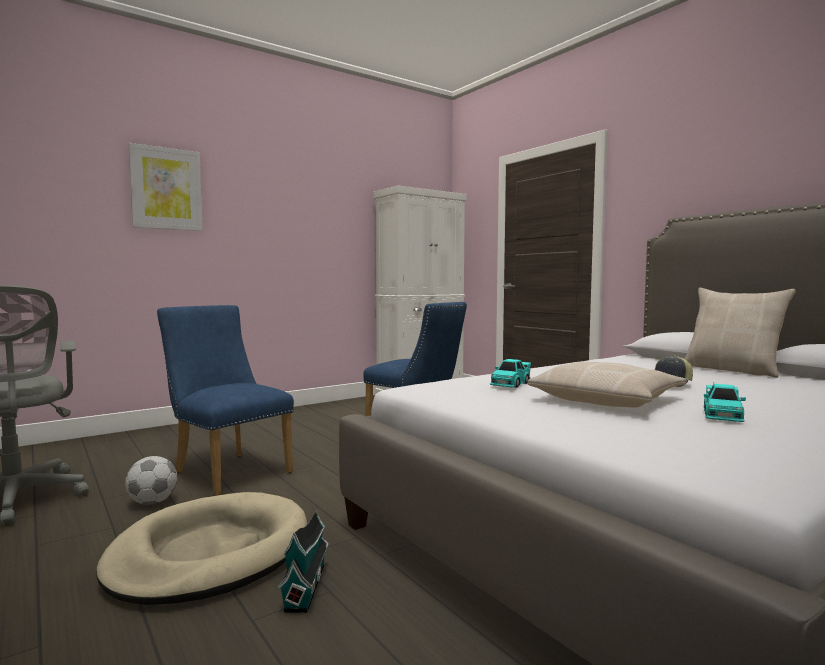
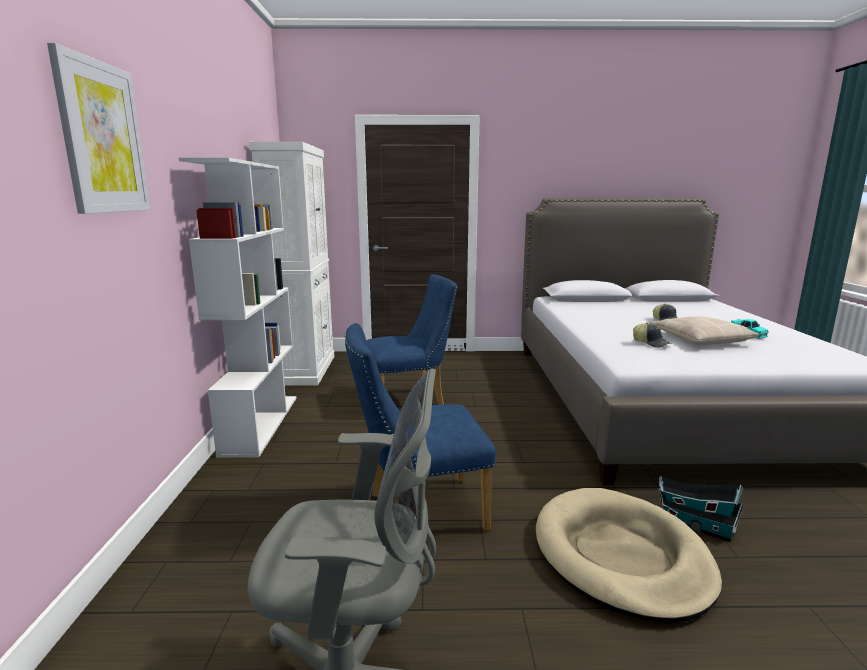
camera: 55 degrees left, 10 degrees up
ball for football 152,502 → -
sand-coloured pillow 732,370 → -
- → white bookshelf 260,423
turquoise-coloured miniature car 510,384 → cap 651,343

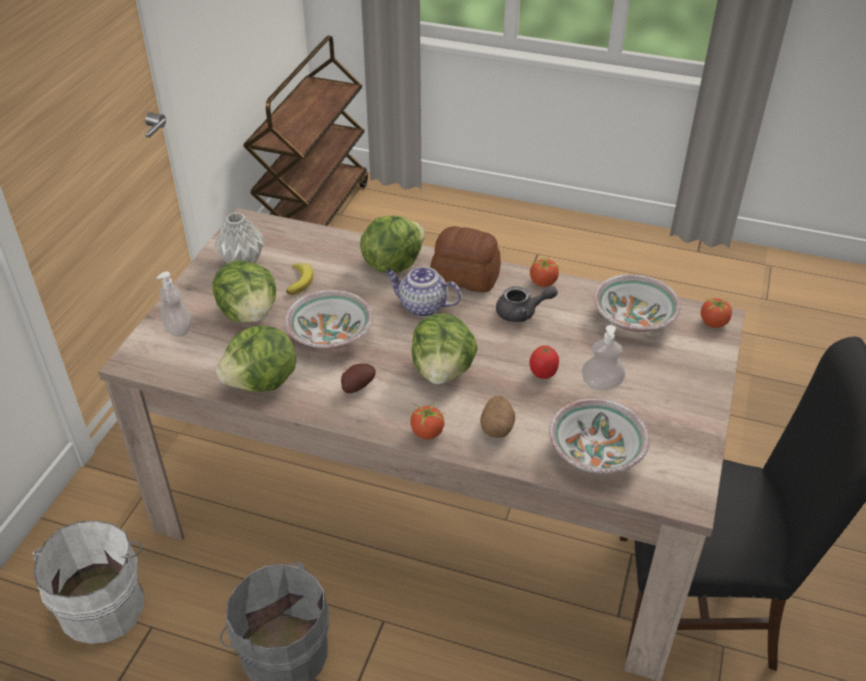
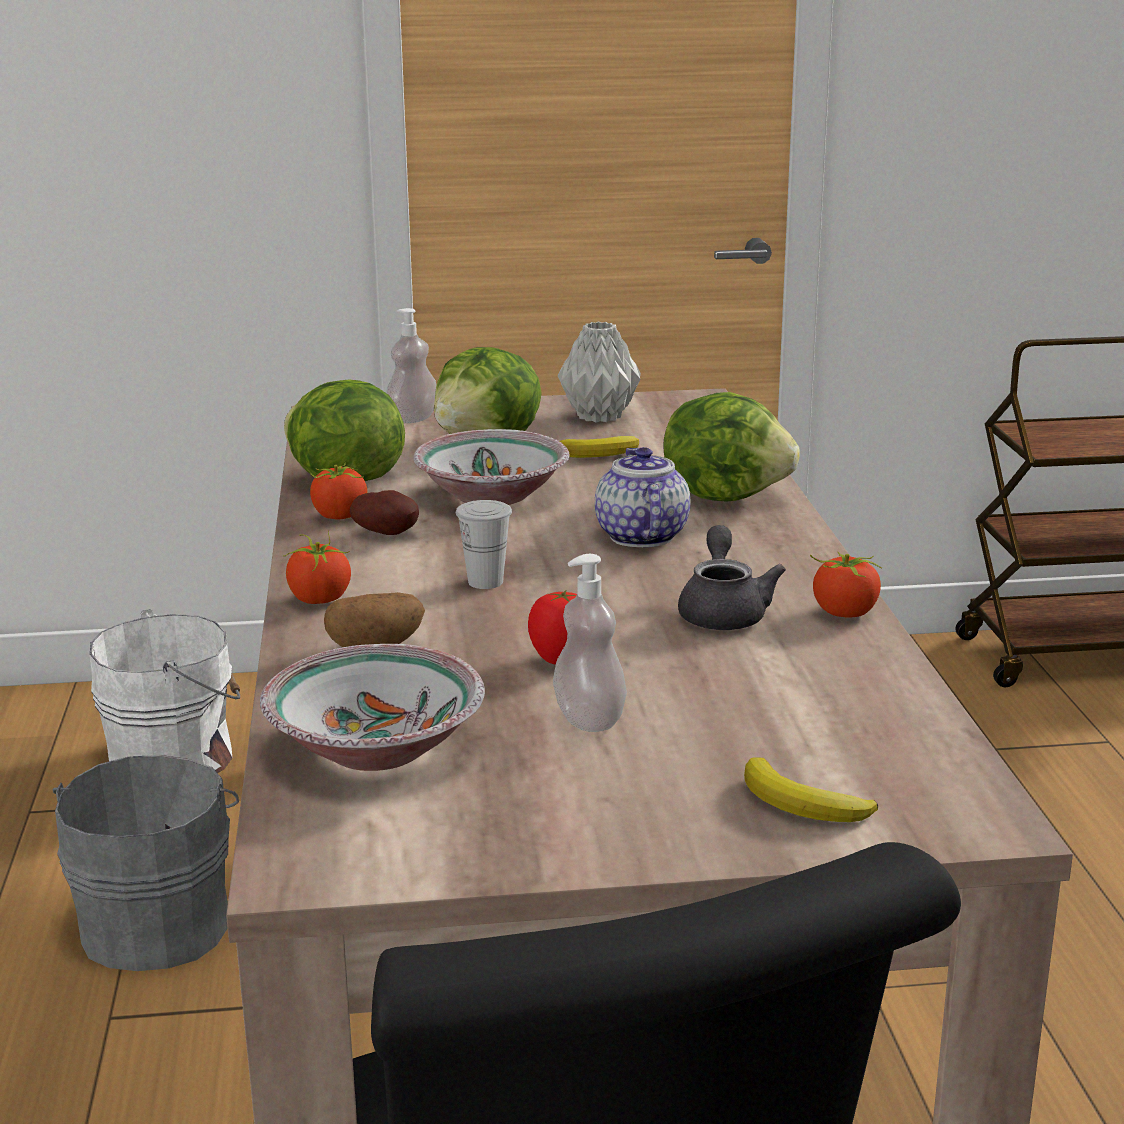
camera: 65 degrees right, 20 degrees down
baked bread 465,275 → -
bowl 634,319 → -
- → banana 803,804
whole tomato 713,323 → whole tomato 340,516, shifted
head of lettuce 443,371 → white small cup 485,582
greyish tea pot 522,313 → greyish tea pot 723,612, 150 degrees counterclockwise

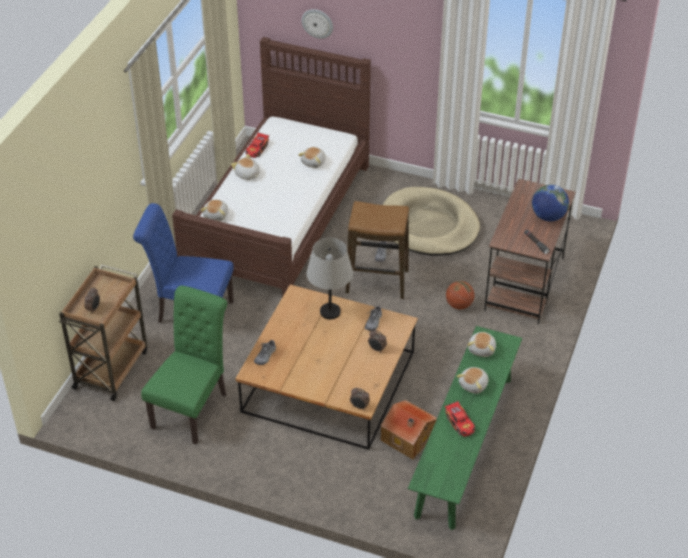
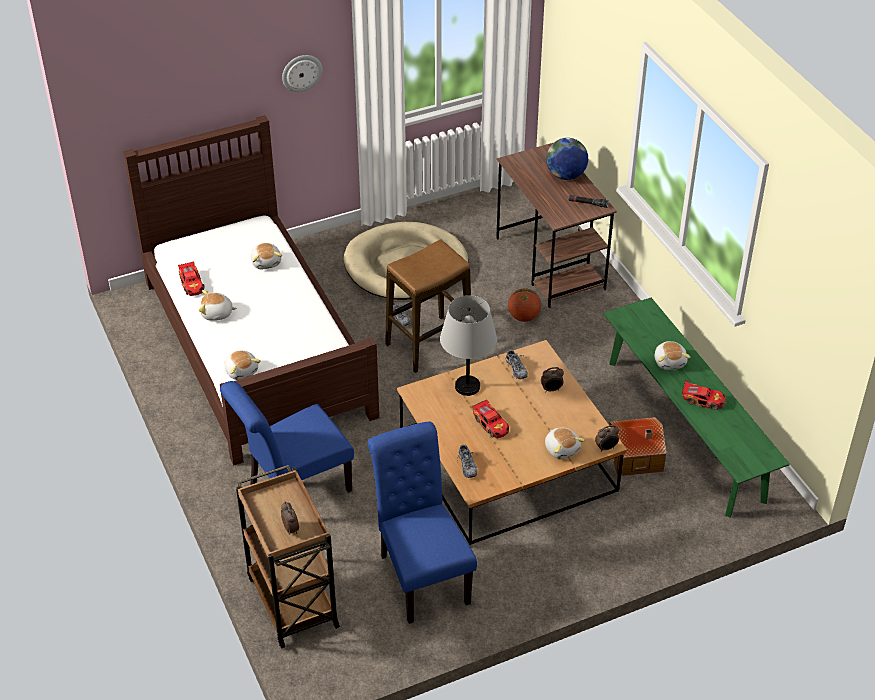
camera: 45 degrees left, 0 degrees up
- → miniature car 491,424
hanging clock 317,23 → hanging clock 301,72, shifted
soft toy 482,349 → soft toy 562,448, shifted
green-coloured plain chair 192,407 → blue-coloured plain chair 421,574

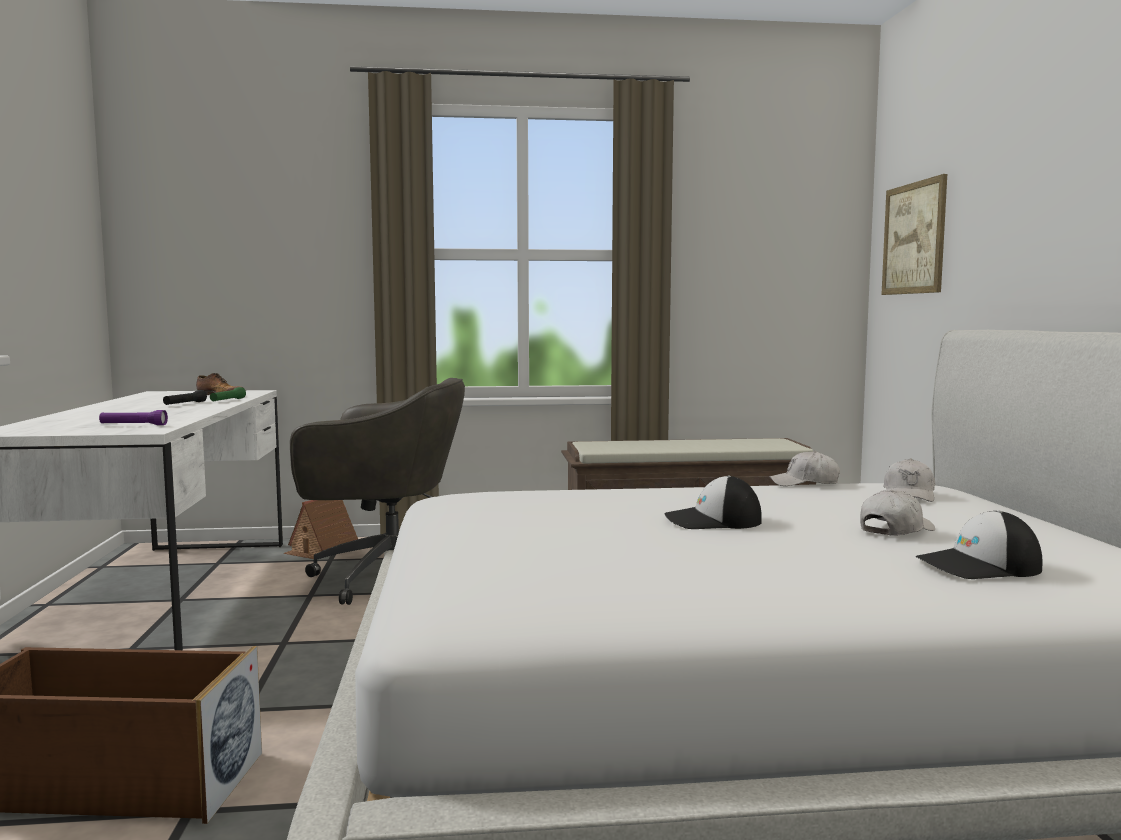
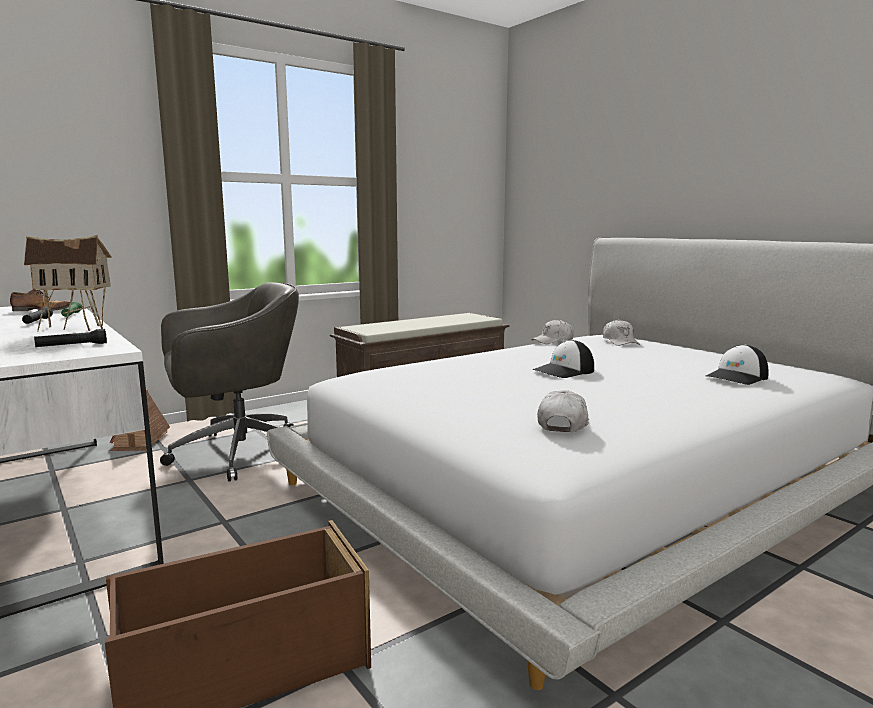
camera: 30 degrees left, 5 degrees up
wall art 914,238 → -
- → miniature house 77,328
white cap 895,530 → white cap 563,424, shifted
purple torch 133,425 → black torch 72,346

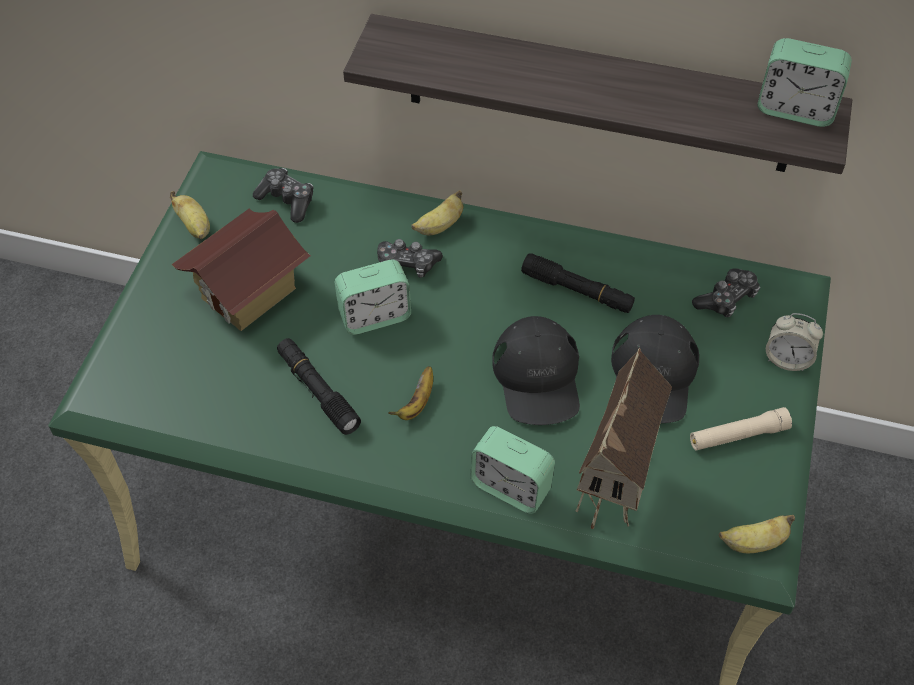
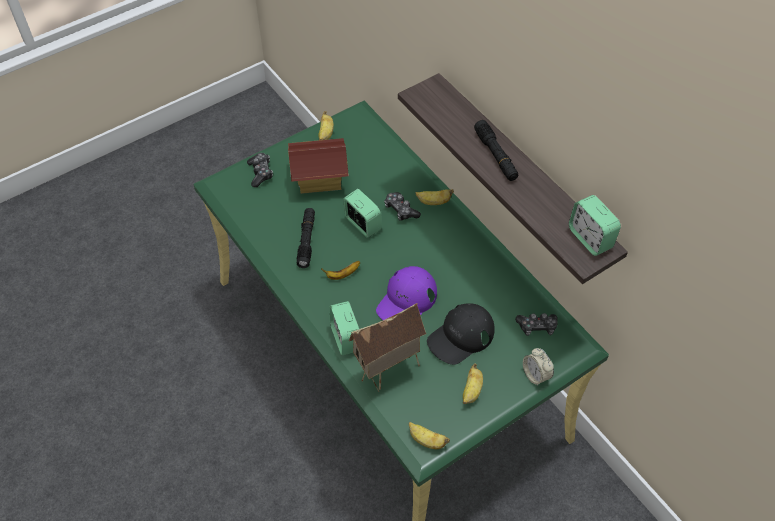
camera: 40 degrees right, 0 degrees up
joypad 287,200 → joypad 260,173, shifted
black torch 577,291 → black torch 495,155, shifted
sand-coloured torch 737,435 → banana 471,391
black cap 537,377 → purple cap 406,300
bedside clock 375,316 → bedside clock 363,224, 150 degrees counterclockwise

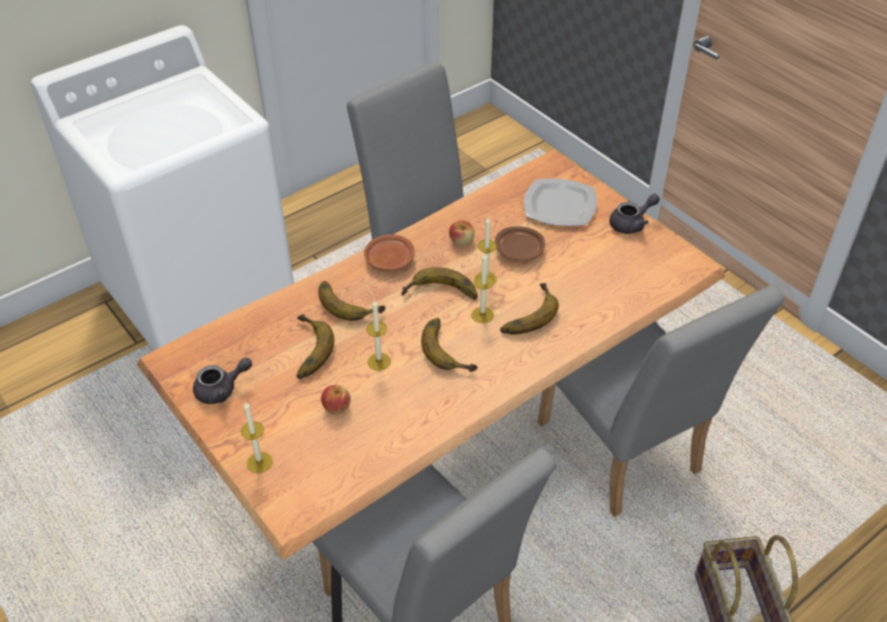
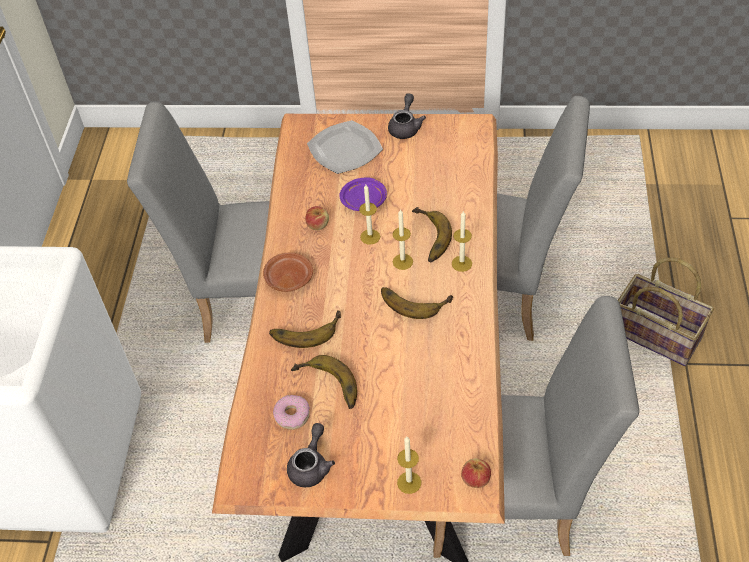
camera: 45 degrees left, 5 degrees up
banana 441,295 → -
- → ring doughnut 292,415
apple fruit 336,407 → apple fruit 475,479, shifted
wax candle 379,361 → wax candle 461,263, shifted
brownish dinner plate 520,251 → purple dinner plate 364,200

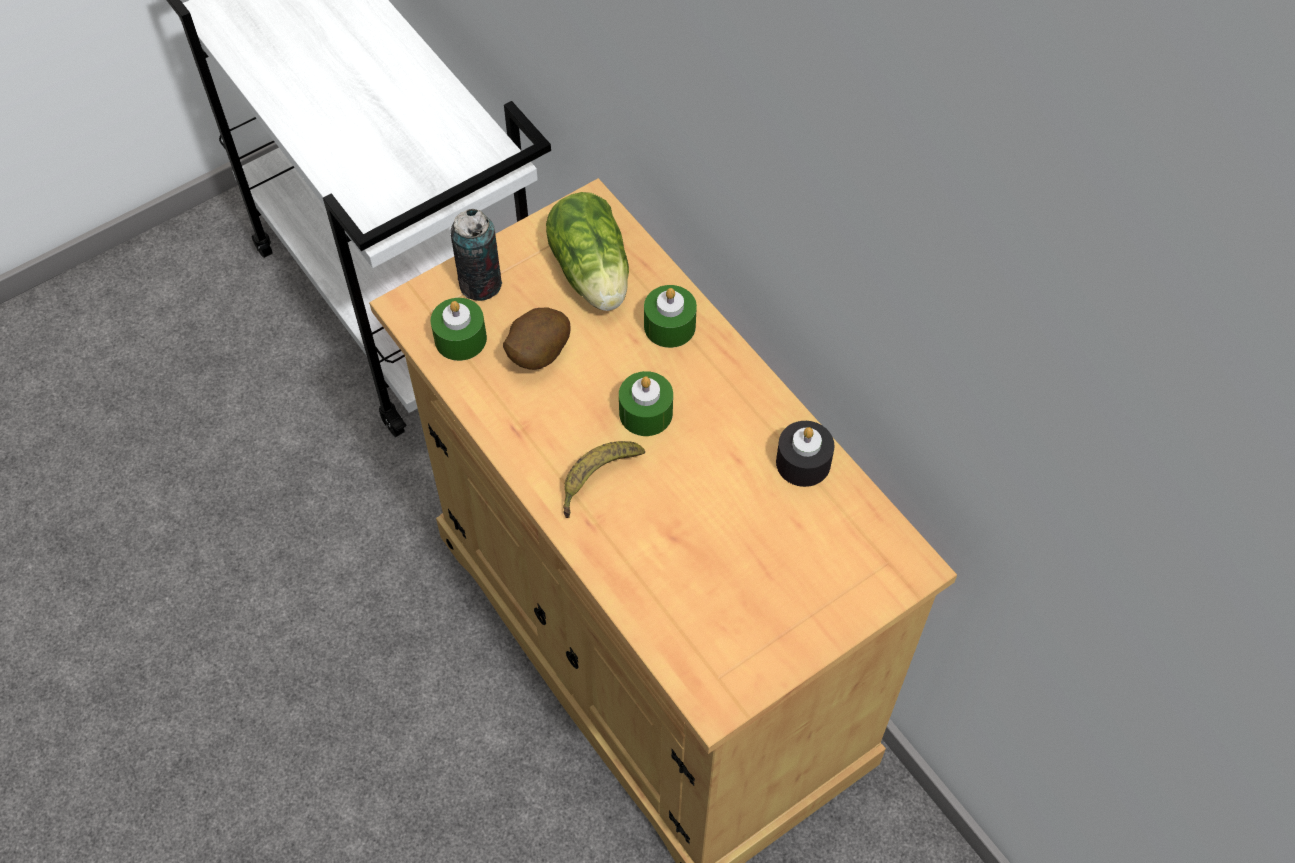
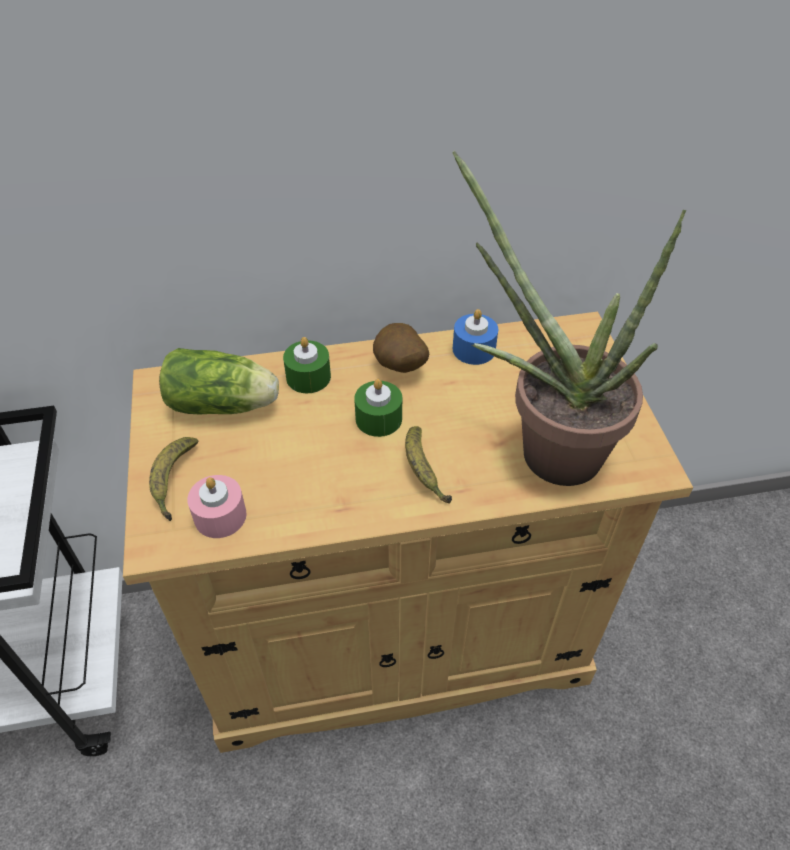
camera: 65 degrees left, 10 degrees down
- → houseplant 544,448
potato 536,355 → potato 399,368, shifted
can 480,284 → banana 174,481
green-coloured wax candle 460,339 → pink-coloured wax candle 220,516
black wax candle 803,462 → blue-coloured wax candle 474,349

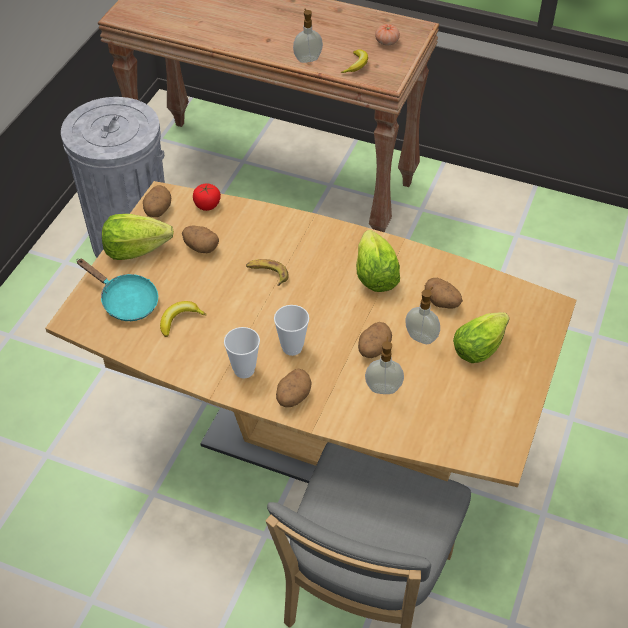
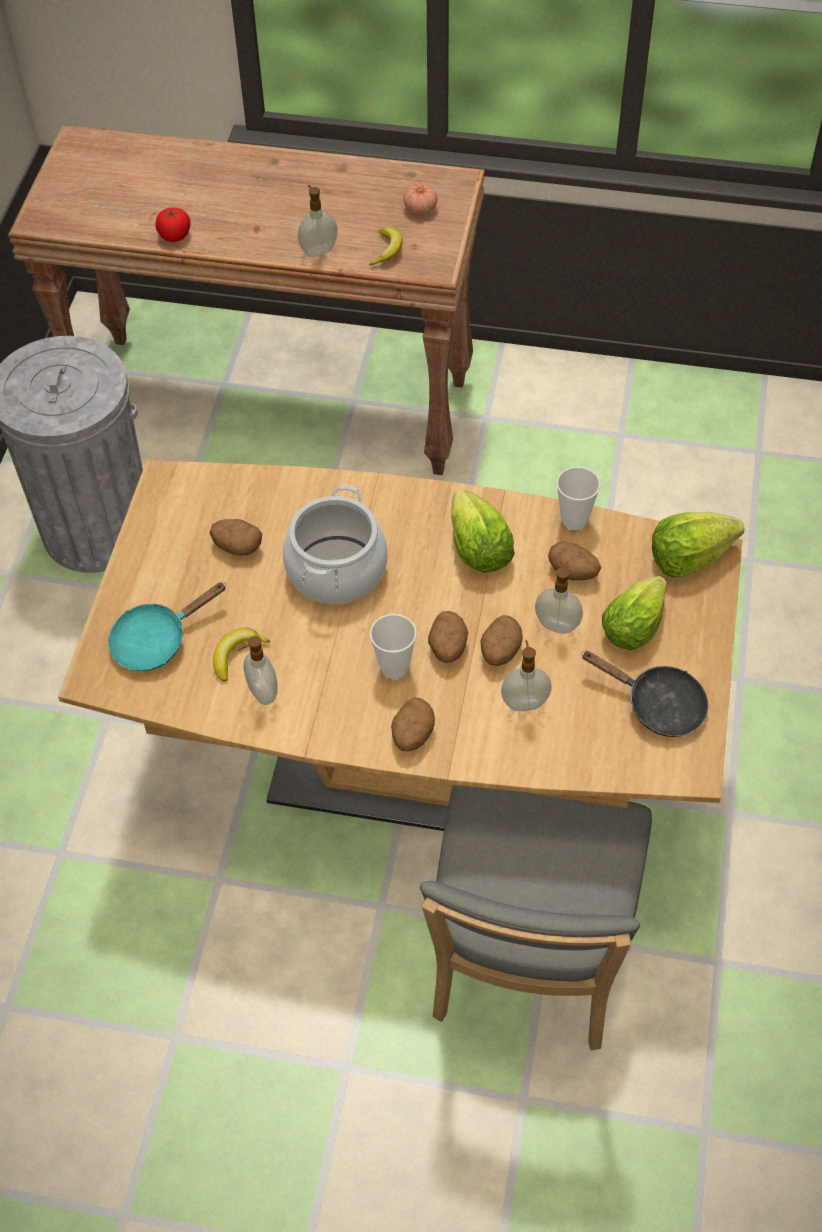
camera: 10 degrees left, 5 degrees up
- → soap bottle 261,693
- → black pan 657,705
head of lettuce 135,249 → head of lettuce 689,558, shifted
potato 157,211 → potato 447,648, shifted
whole tomato 207,205 → whole tomato 175,235, shifted
small cup 244,370 → small cup 574,520, shifted
banana 267,274 → stockpot 336,570
turquoise-coloured pan 125,301 → turquoise-coloured pan 156,640, 120 degrees clockwise

